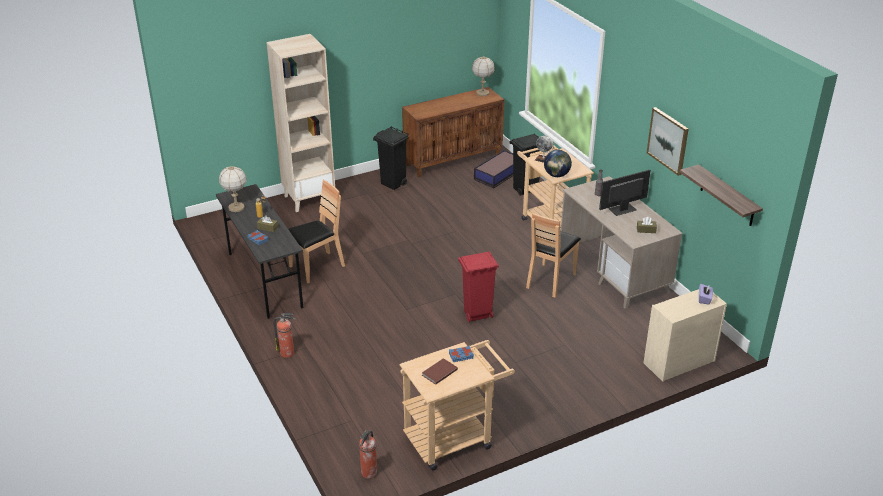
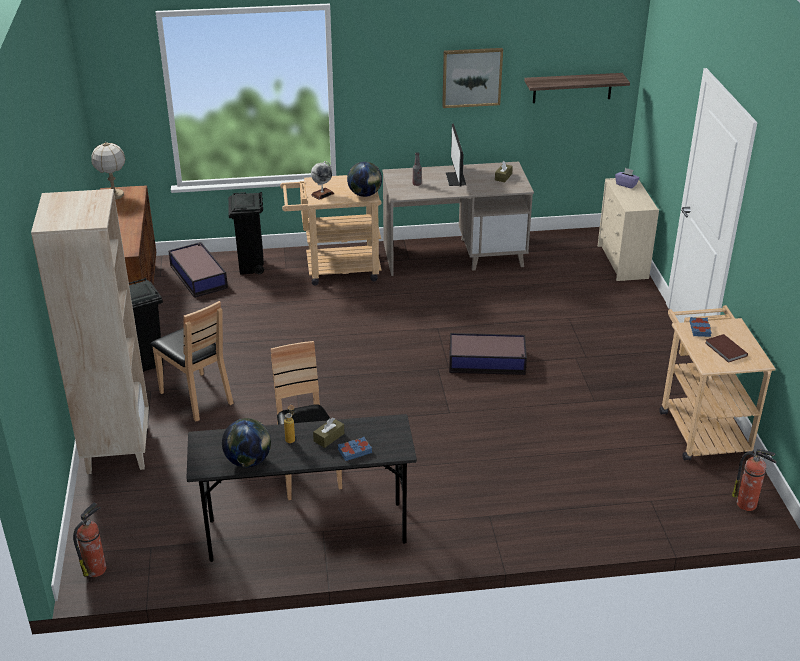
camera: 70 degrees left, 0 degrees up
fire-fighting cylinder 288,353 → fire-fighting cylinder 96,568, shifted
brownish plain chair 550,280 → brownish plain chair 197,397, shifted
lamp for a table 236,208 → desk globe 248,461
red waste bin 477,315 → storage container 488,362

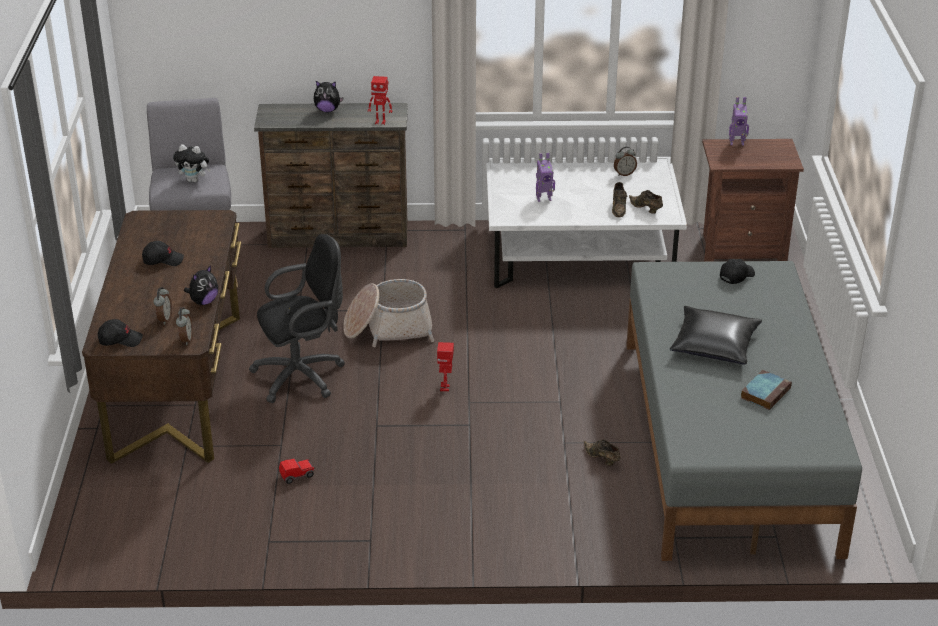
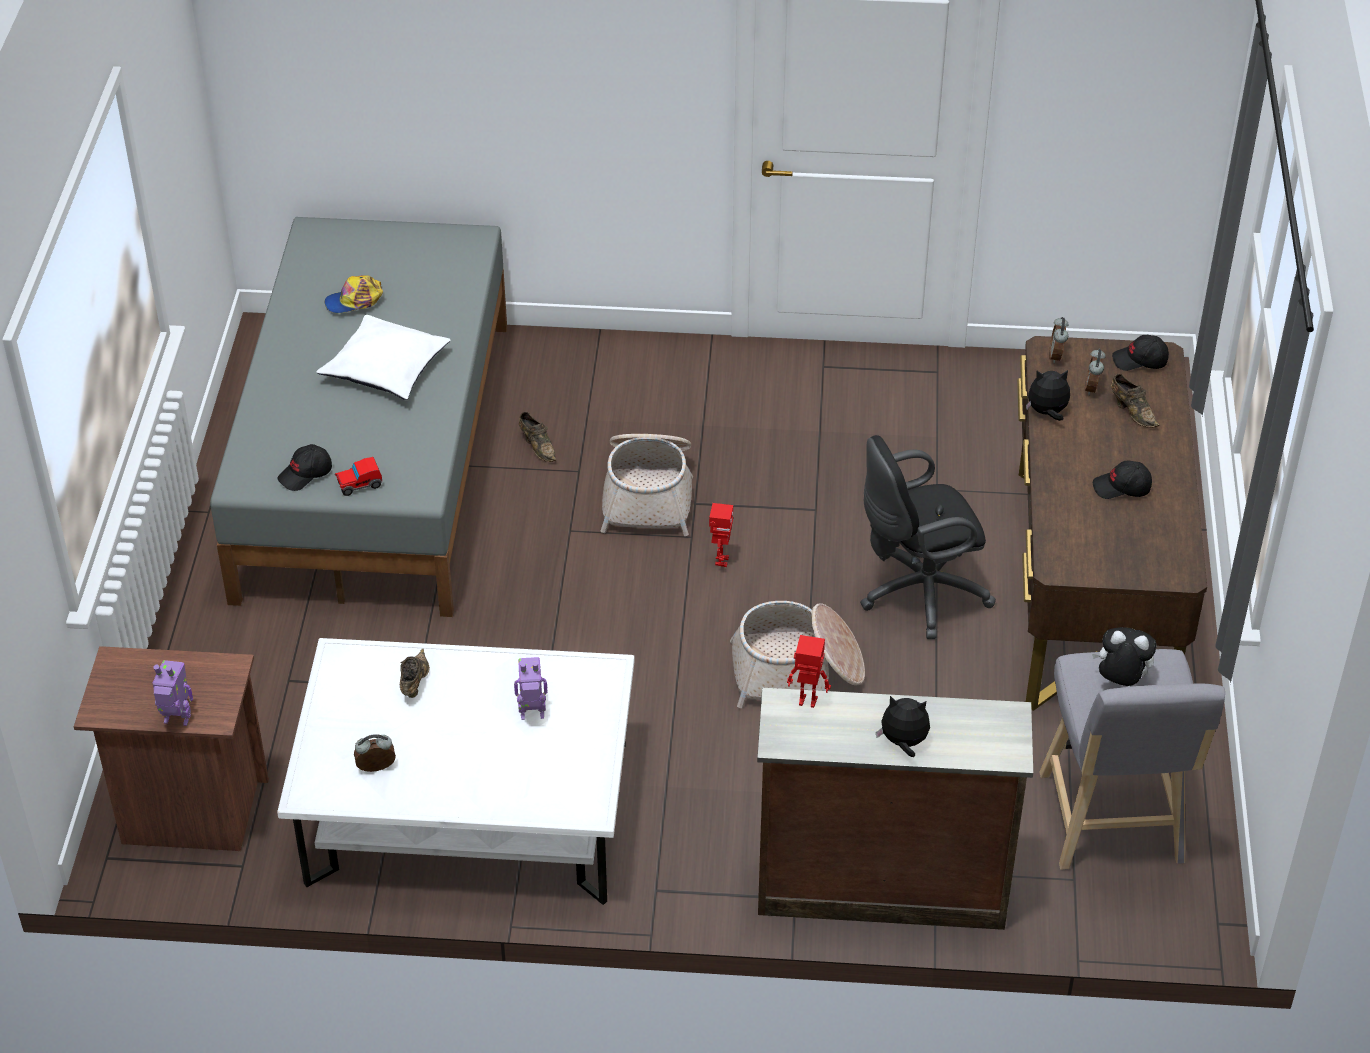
camera: 175 degrees left, 10 degrees up
- → household basket 648,494
miniature car 297,475 → miniature car 359,485, shifted
brownish shoe 646,209 → brownish shoe 1132,411, shifted
volume 765,392 → cap 354,301
black pillow 713,344 → white pillow 386,368
soft toy 203,301 → soft toy 1047,413, 45 degrees clockwise

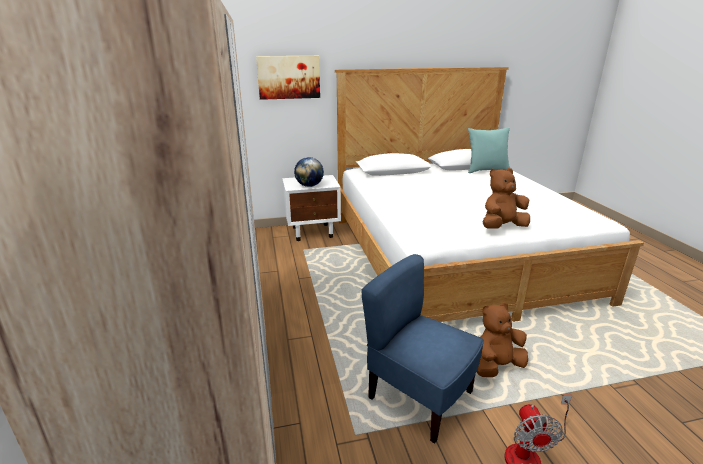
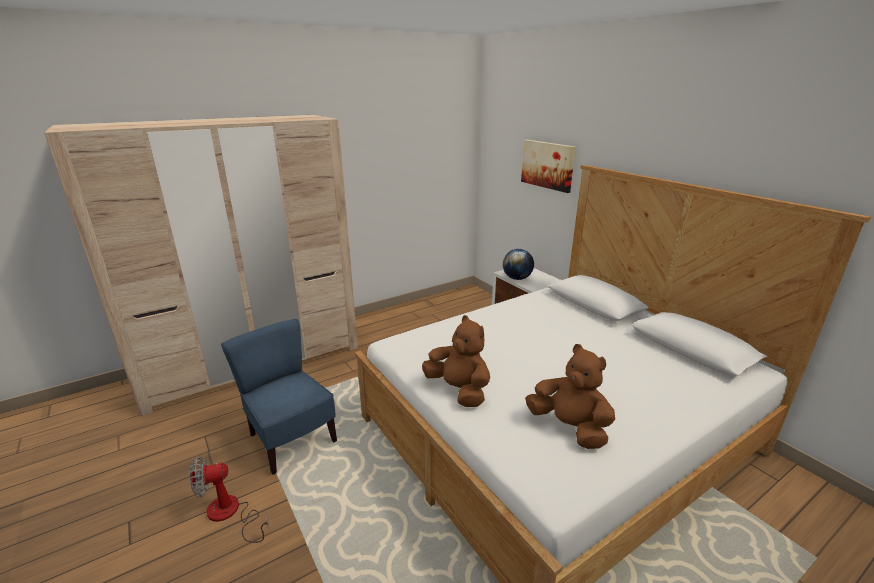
camera: 70 degrees right, 0 degrees up
turquoise-coloured pillow 486,170 → -
brownish soft toy 496,366 → brownish soft toy 569,427, shifted
blue-coloured plain chair 419,396 → blue-coloured plain chair 291,439, 60 degrees counterclockwise

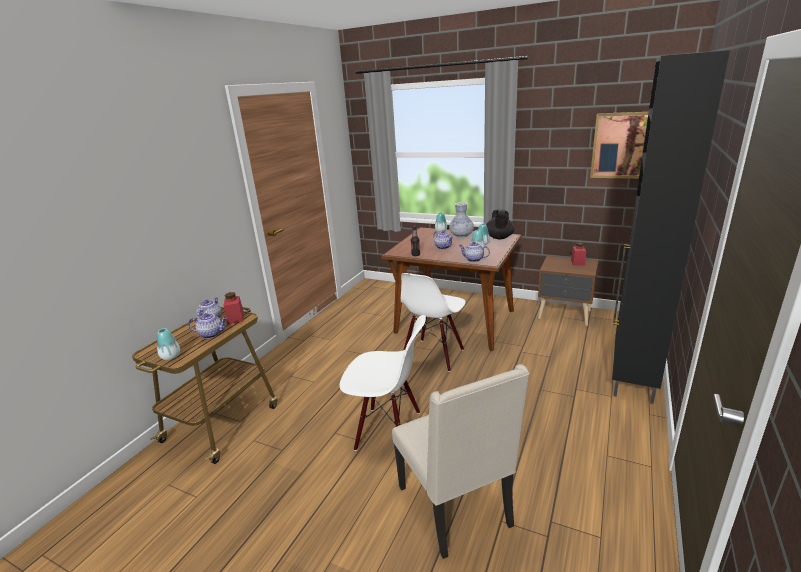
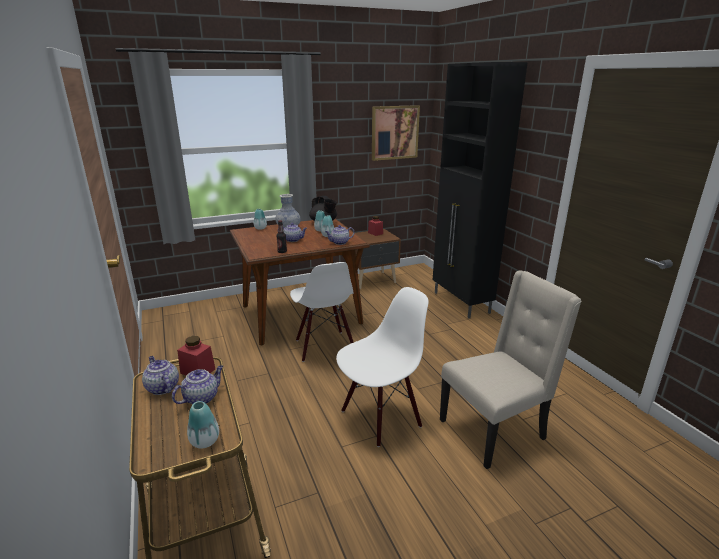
camera: 50 degrees left, 0 degrees up
sand-coloured plain chair 457,507 → sand-coloured plain chair 494,430, 45 degrees counterclockwise

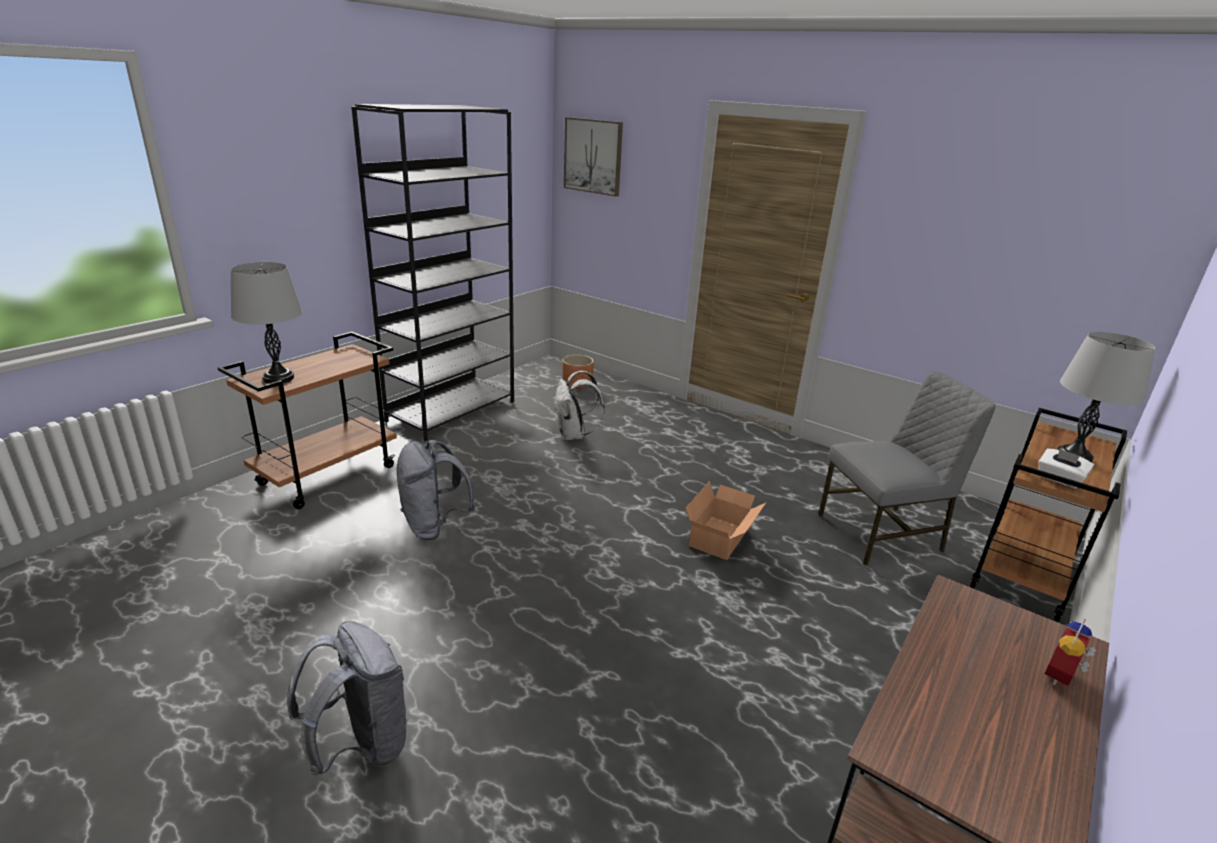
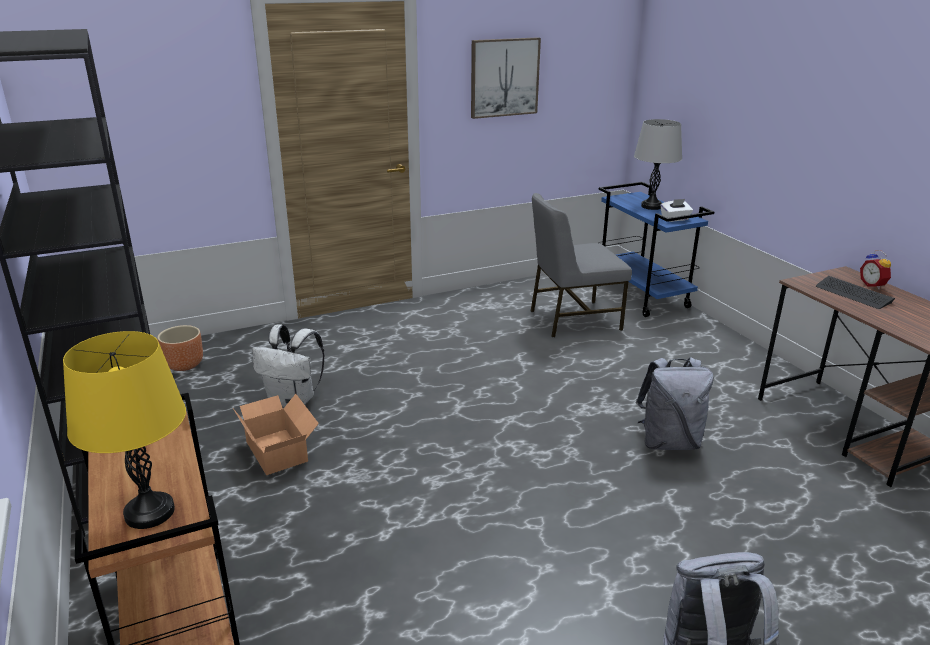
camera: 60 degrees left, 0 degrees up
- → keyboard 853,294
greyish backpack 434,526 → greyish backpack 668,442, shifted
wall art 593,156 → wall art 504,77, shifted
cardboard box 722,537 → cardboard box 279,449, shifted
greyish lamp for a table 278,378 → yellowish lamp for a table 150,512
brownish wheeled cart 1023,574 → blue-coloured wheeled cart 642,296
greyish plain chair 882,533 → greyish plain chair 573,319, 120 degrees counterclockwise

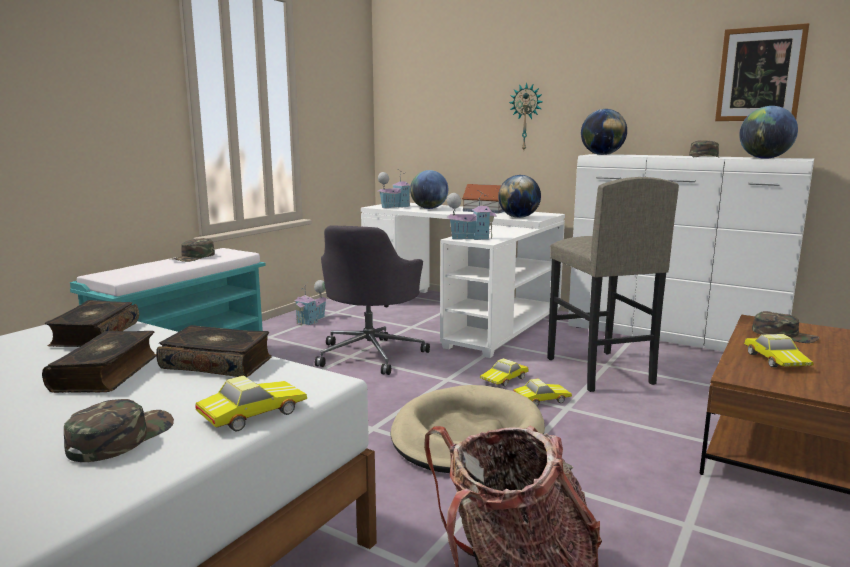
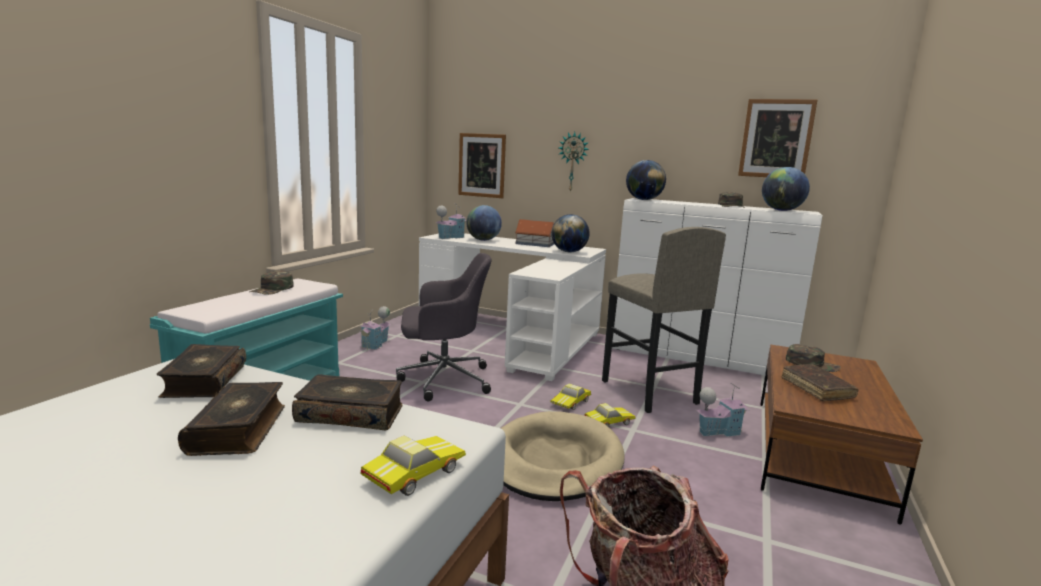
camera: 10 degrees left, 0 degrees up
green-coloured cap 120,437 → -
- → wall art 482,165
miniature house 470,238 → miniature house 718,431, shifted
miniature car 777,359 → brownish volume 817,388
greyish desk chair 371,354 → greyish desk chair 442,379, 105 degrees counterclockwise

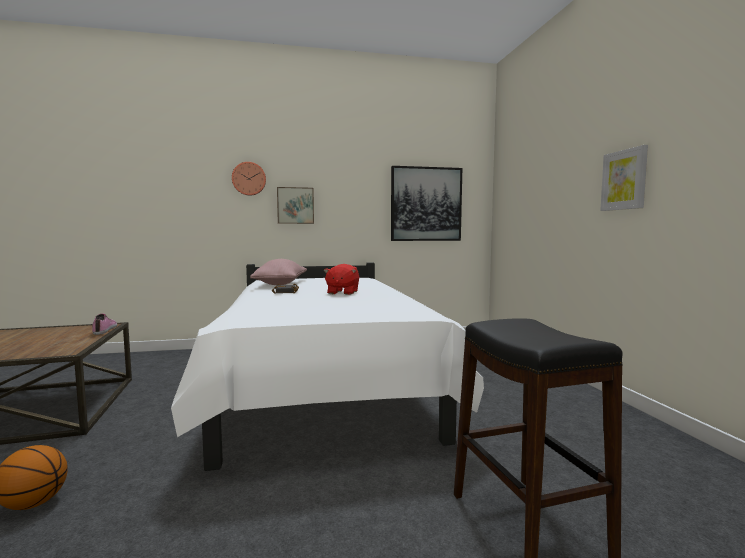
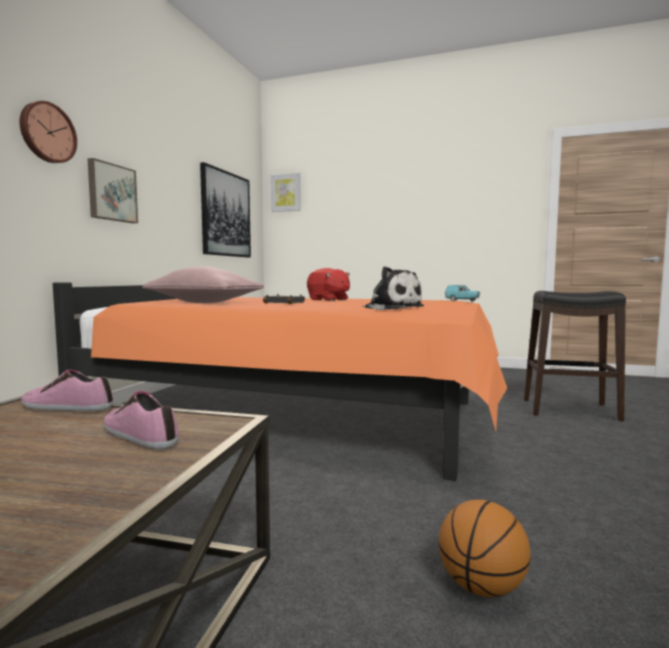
camera: 60 degrees left, 0 degrees up
- → shoe 141,434
- → soft toy 391,308
- → turquoise-coloured miniature car 462,301
wall art 624,180 → wall art 286,192, shifted
white bed 322,385 → orangey bed 296,414

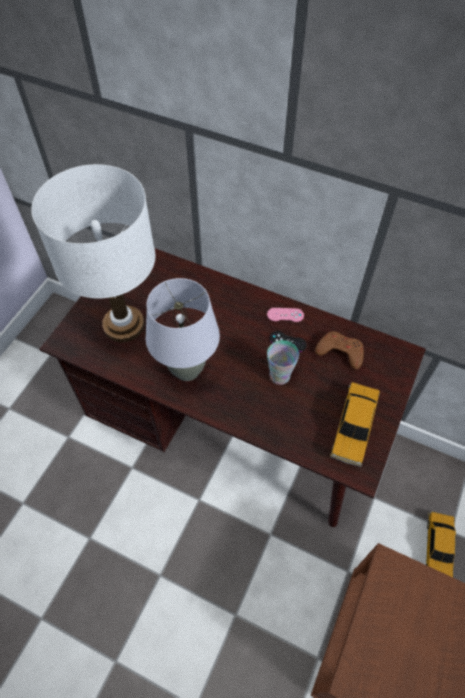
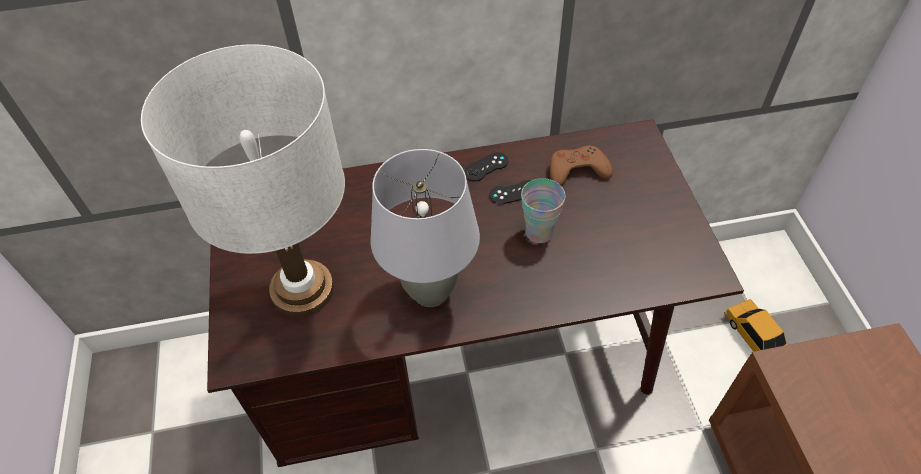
camera: 35 degrees left, 5 degrees down
miniature car 353,427 → -
pink-coloured joypad 285,315 → black joypad 486,167

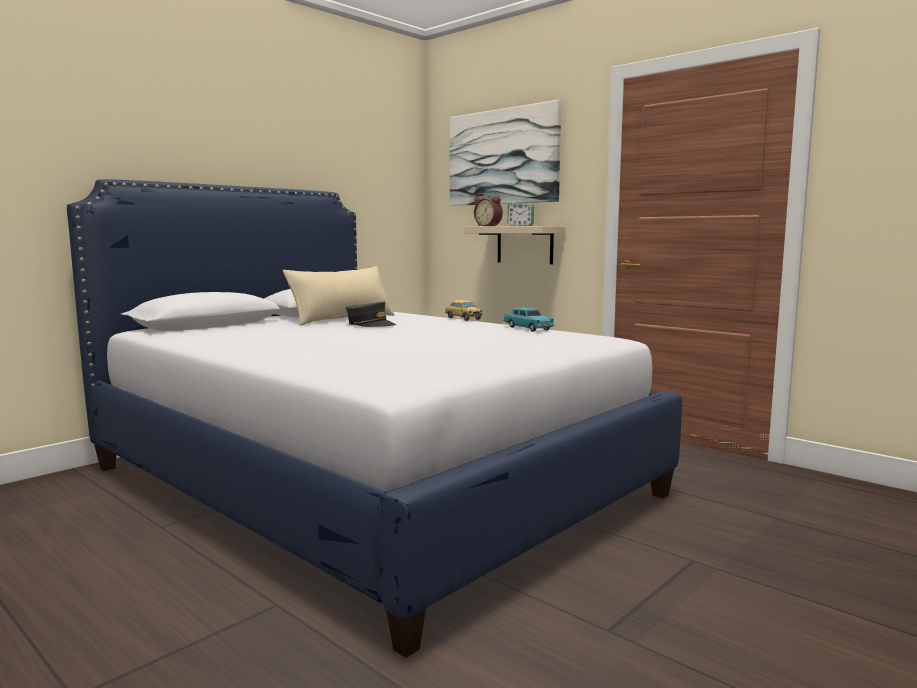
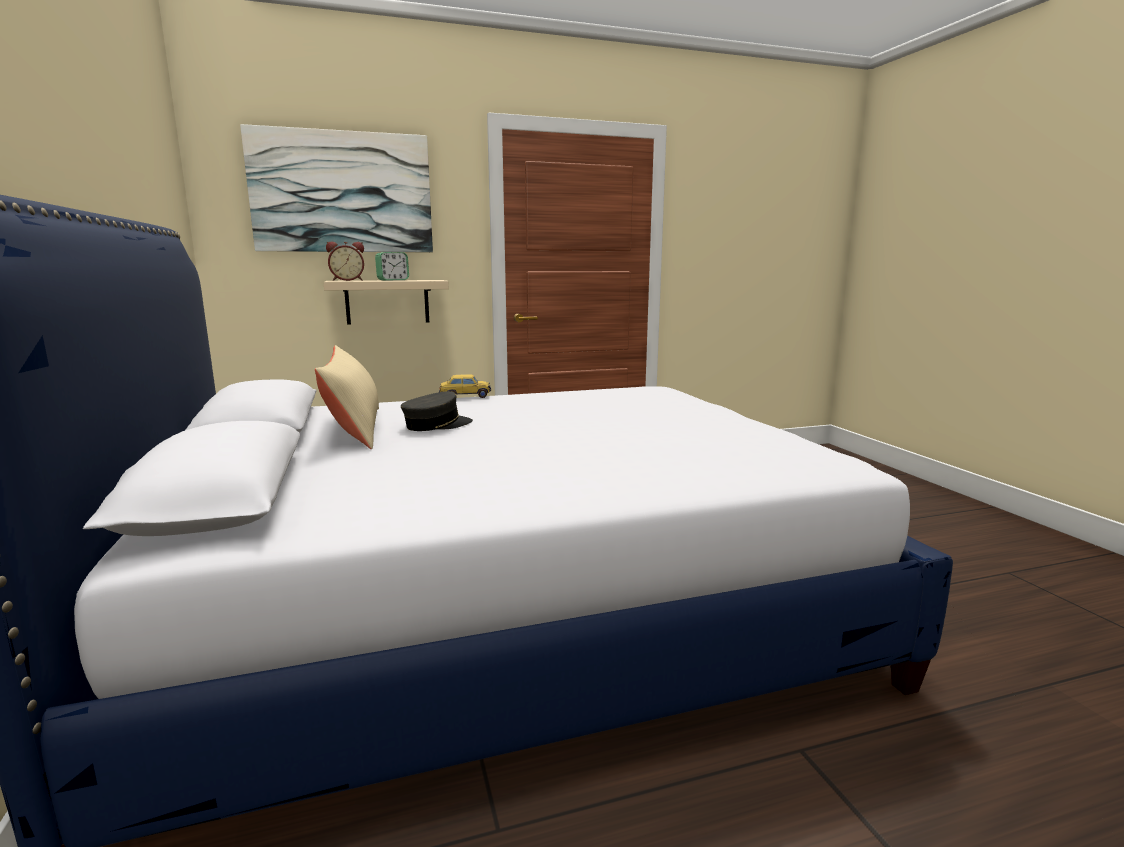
camera: 60 degrees left, 5 degrees up
turquoise-coloured miniature car 528,328 → -

